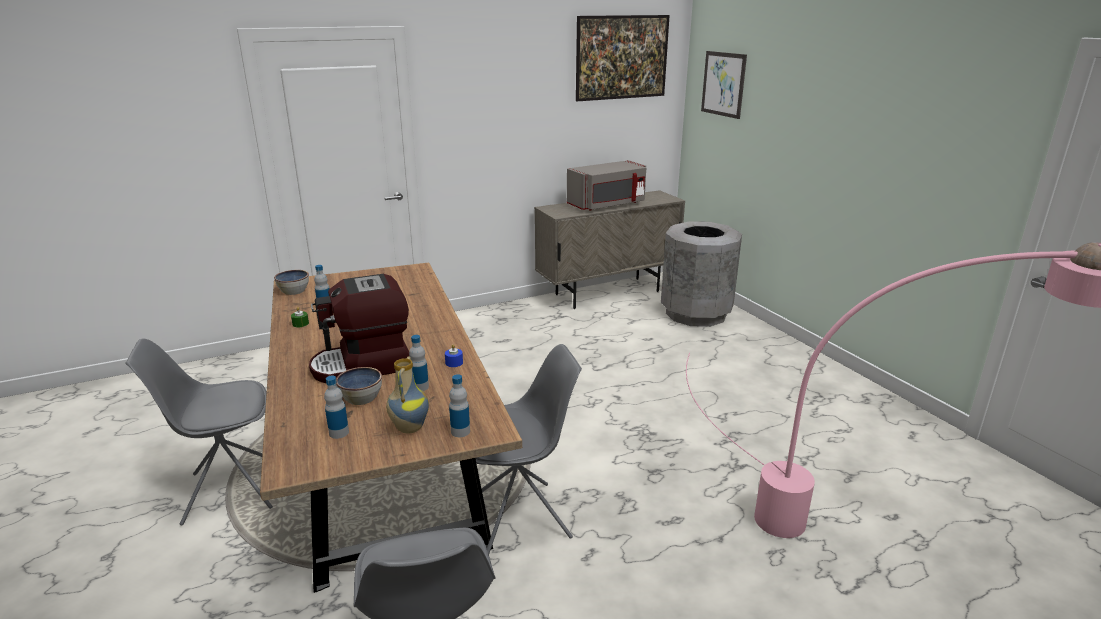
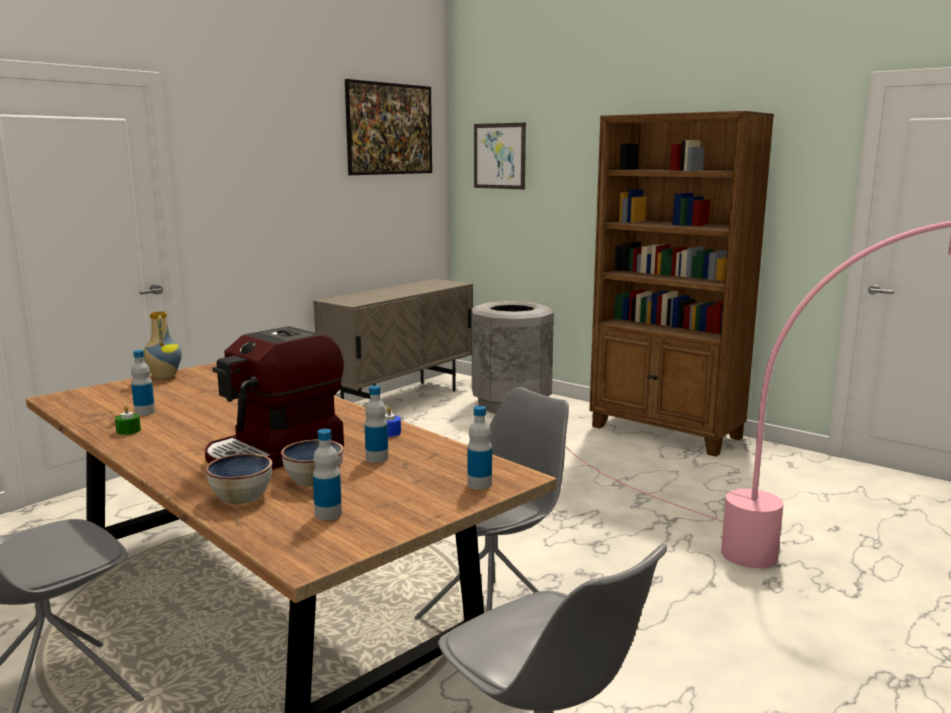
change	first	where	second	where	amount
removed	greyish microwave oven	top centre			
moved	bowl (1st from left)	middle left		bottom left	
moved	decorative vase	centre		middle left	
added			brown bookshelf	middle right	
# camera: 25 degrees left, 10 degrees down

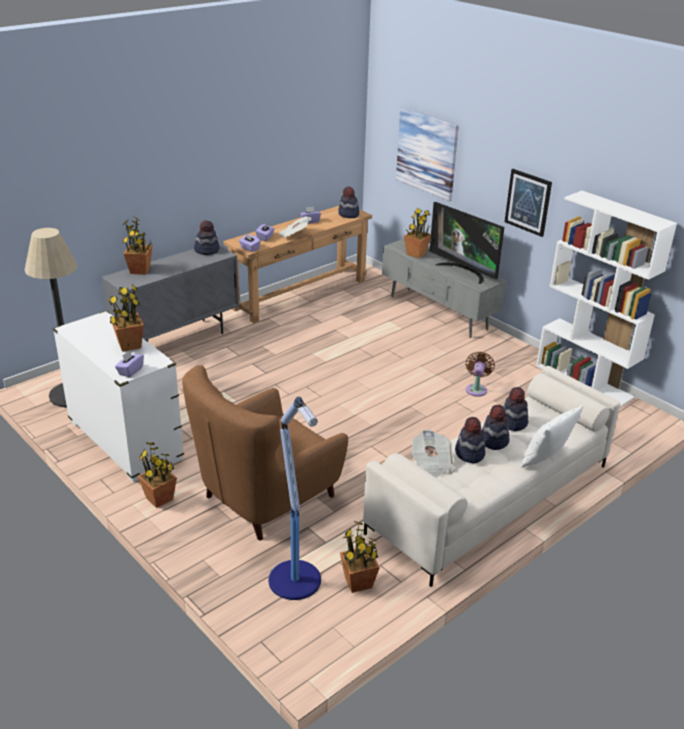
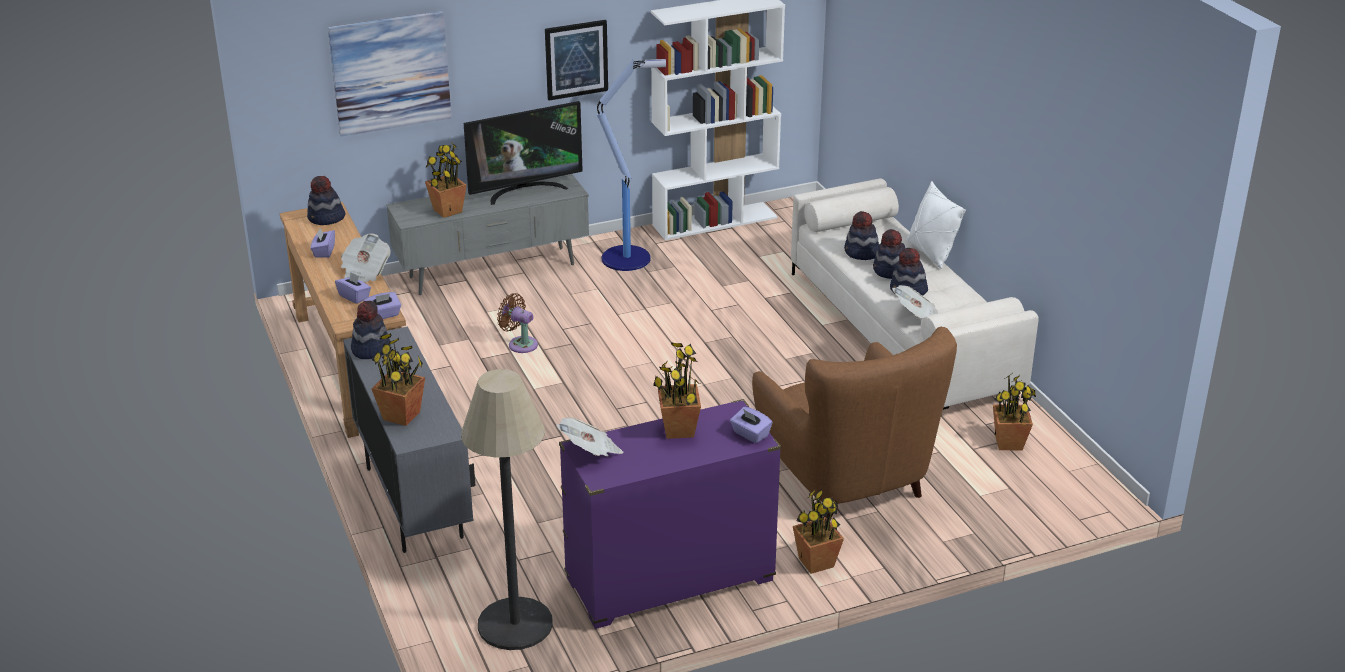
change	first	where	second	where	amount
recoloured	white drawer chest	middle left	purple drawer chest	bottom centre	
moved	brown cooling fan	middle right		centre	
moved	floor lamp (2nd from left)	bottom centre		top centre	
added			daily paper (2nd from left)	centre	
# camera: 70 degrees left, 0 degrees up

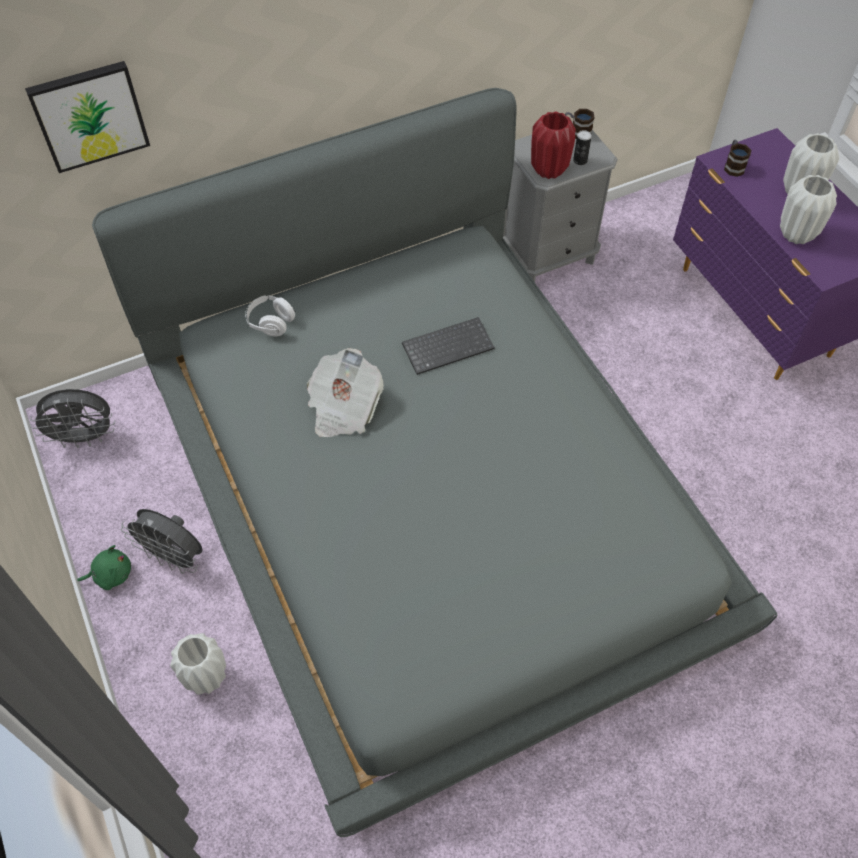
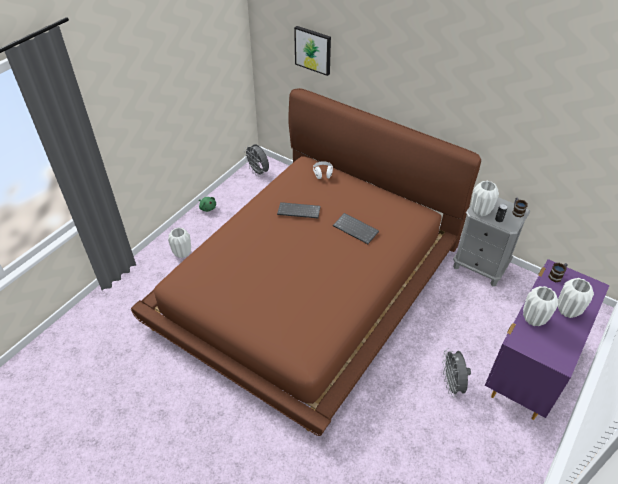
change	first	where	second	where	amount
recoloured	greyish bed	centre	brown bed	centre	
recoloured	red decorative vase	top centre	white decorative vase (2nd from left)	middle right	
replaced	daily paper	centre	computer keyboard (1st from left)	centre	
moved	greyish cooling fan (2nd from left)	middle left		bottom right	
# camera: 60 degrees right, 10 degrees down

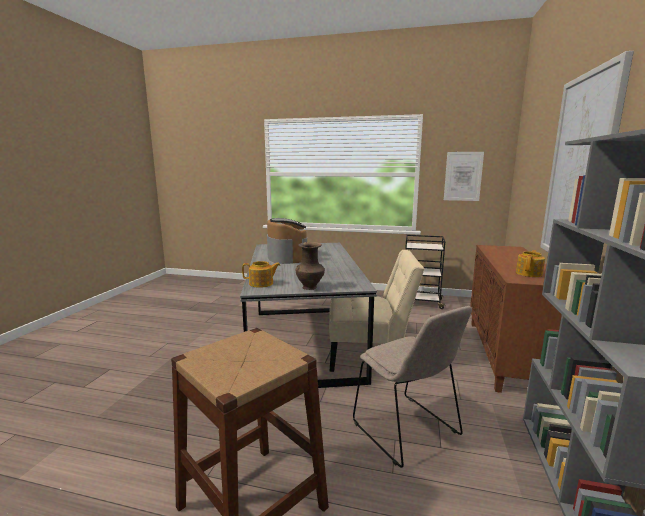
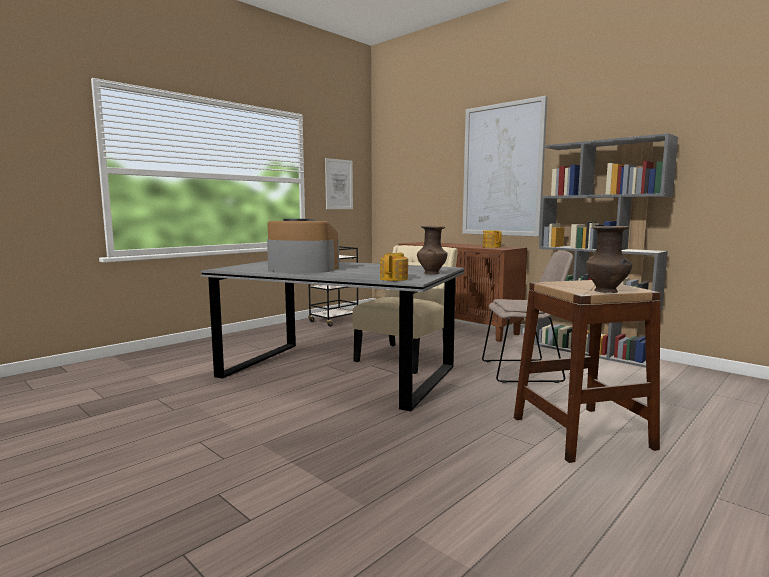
change	first	where	second	where	amount
added			brown decorative vase (2nd from left)	middle right	
# camera: 60 degrees left, 5 degrees down

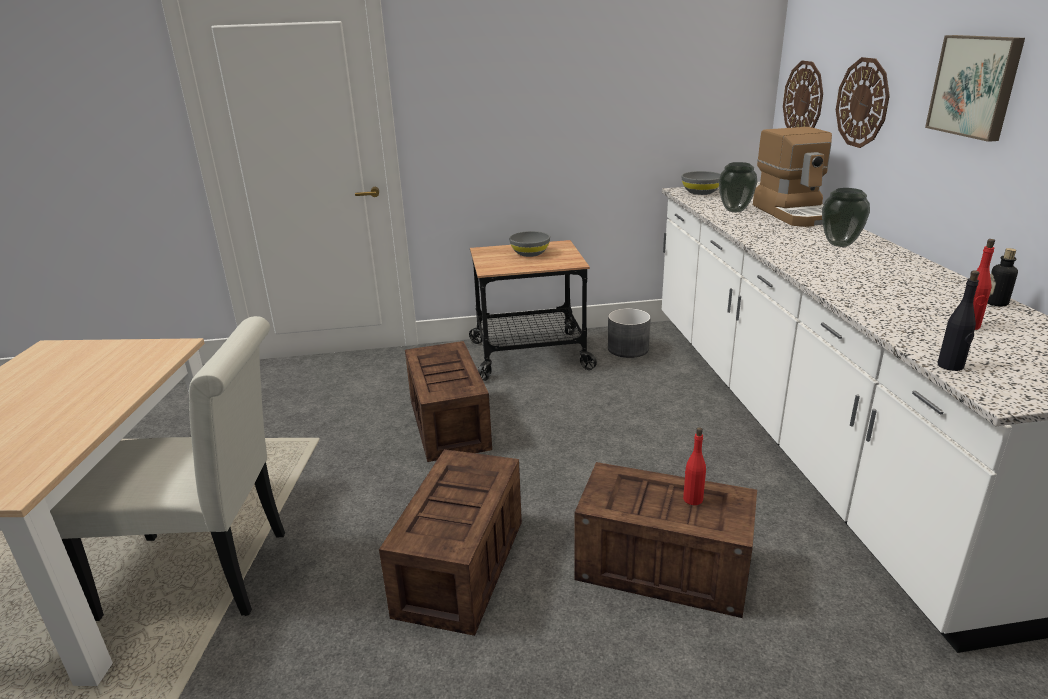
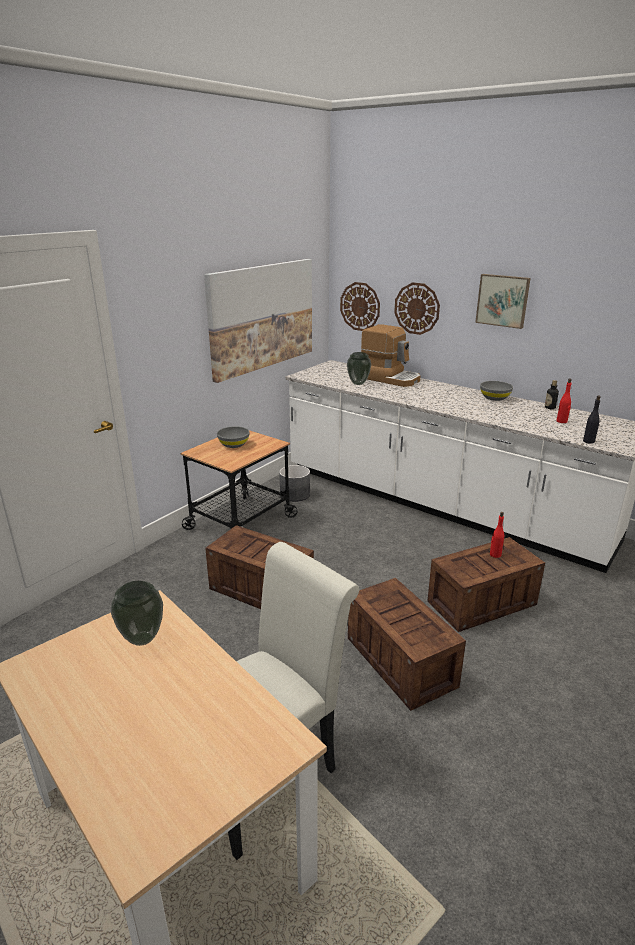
change	first	where	second	where	amount
moved	greyish bowl (2nd from left)	top right		middle right	
moved	decorative vase (2nd from left in the first image)	top right	decorative vase (1st from left)	middle left	
added			wall picture (1st from left)	centre	
# camera: 45 degrees left, 0 degrees up

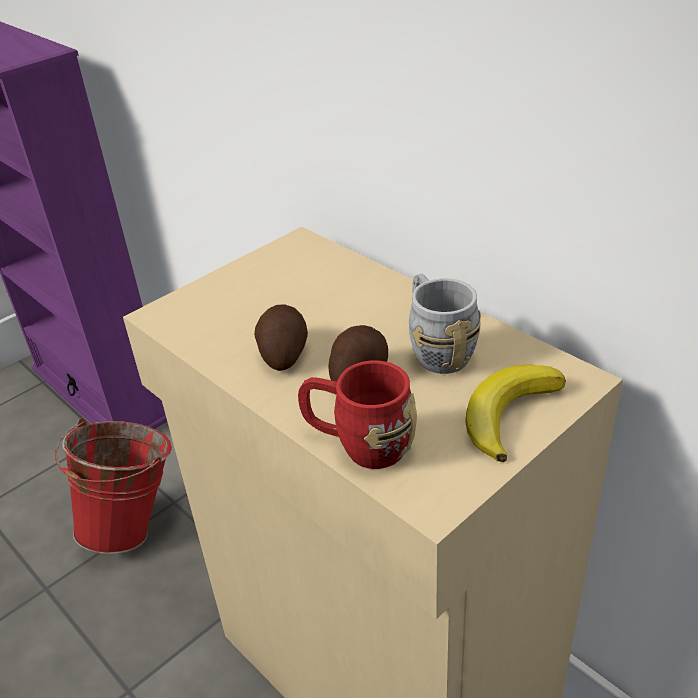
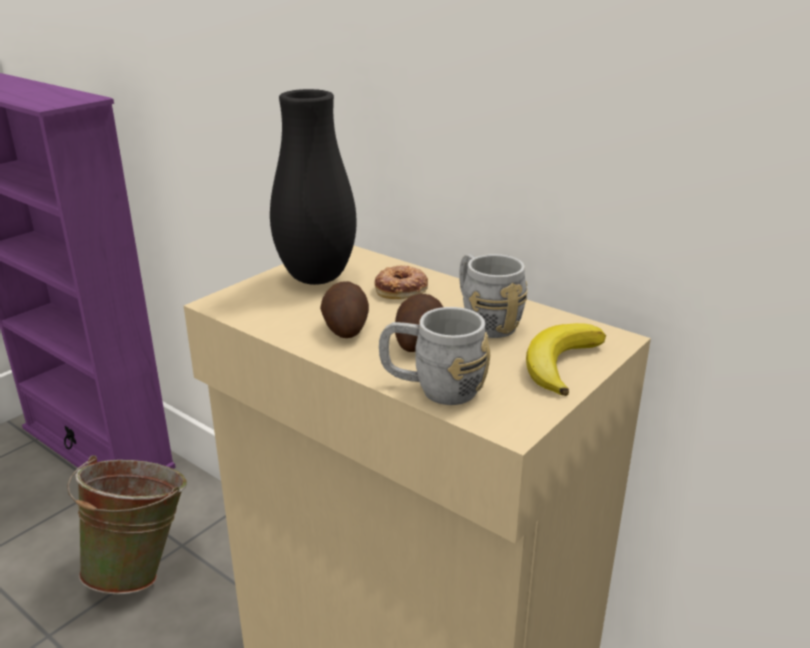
change	first	where	second	where	amount
recoloured	red mug	centre	greyish mug (1st from left)	centre	
recoloured	red water bucket	bottom left	green-coloured water bucket	bottom left	
added			blackish decorative vase	top centre	
added			doughnut	centre	
# camera: 10 degrees left, 10 degrees down

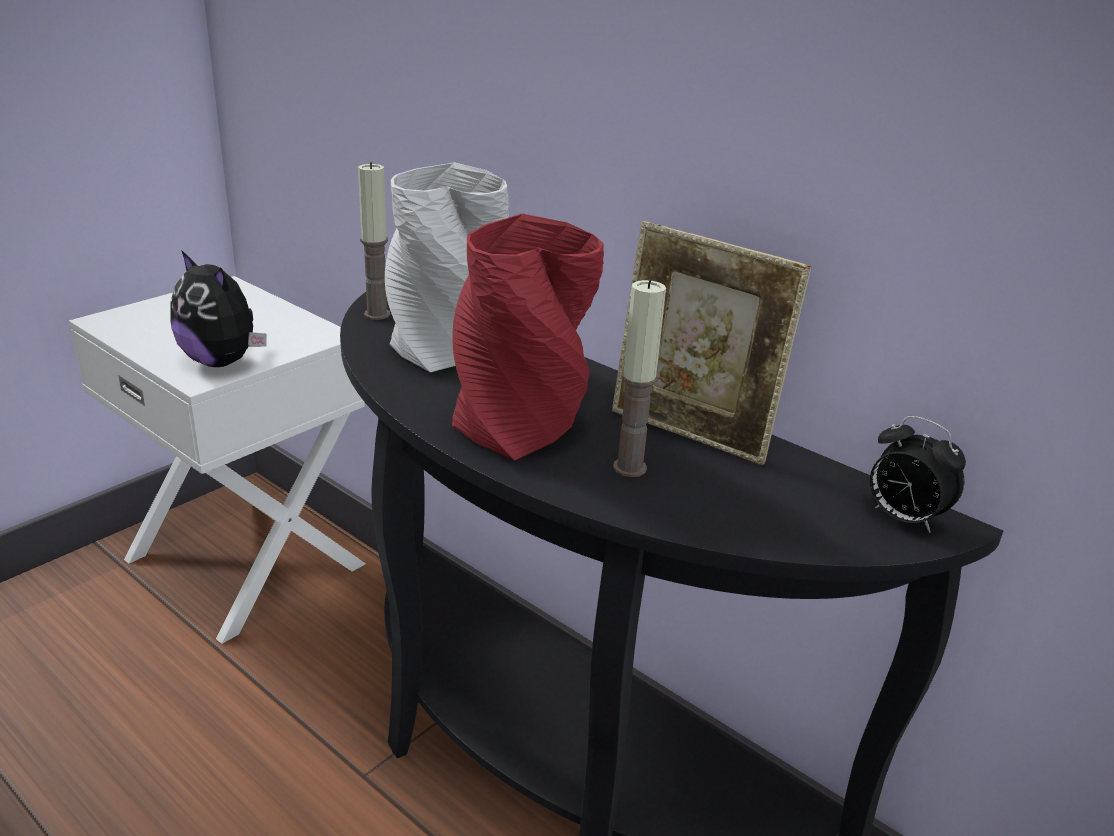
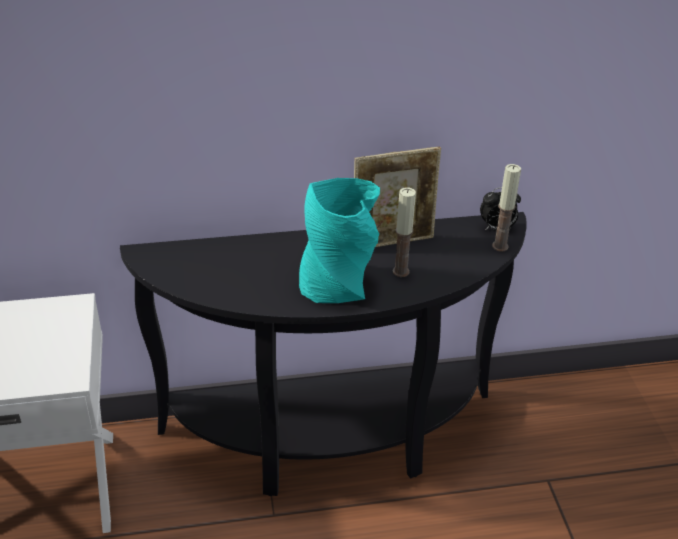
change	first	where	second	where	amount
moved	wax candle (1st from left in the first image)	top centre	wax candle (2nd from left)	middle right	
removed	greyish decorative vase	top centre			
recoloured	red decorative vase	centre	turquoise decorative vase	centre	
removed	cuddly toy	middle left			
# camera: 50 degrees left, 10 degrees up

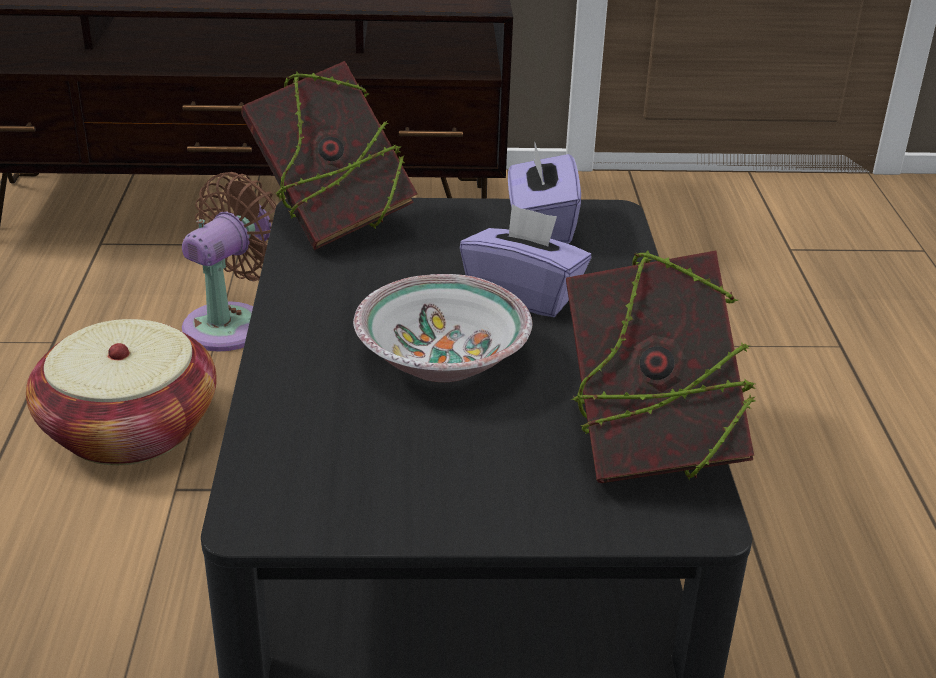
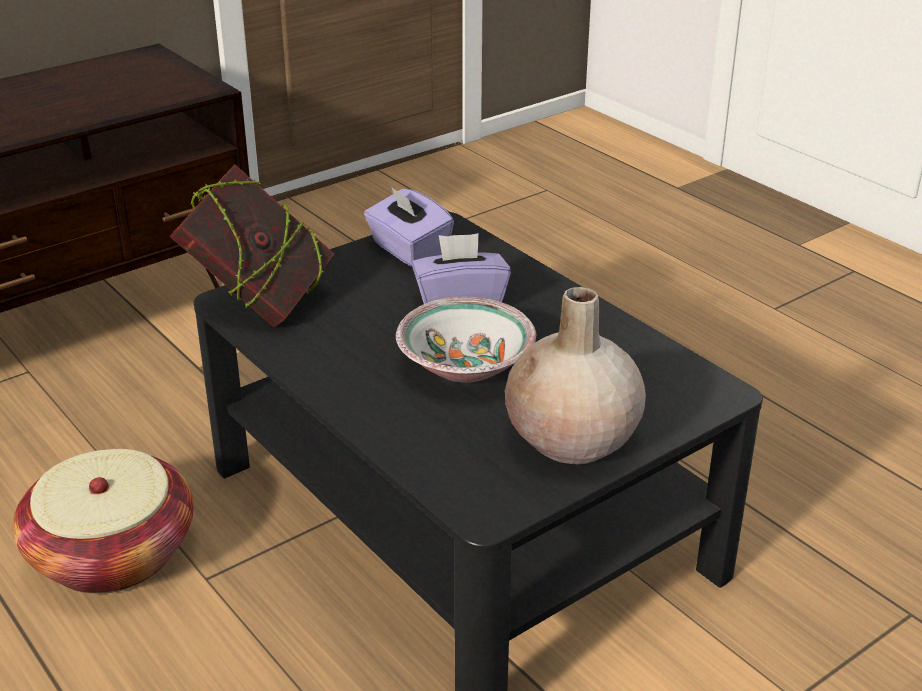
change	first	where	second	where	amount
removed	brown cooling fan	middle left			
removed	book (2nd from left)	middle right			
added			beige decorative vase	centre	
# camera: 35 degrees left, 0 degrees up

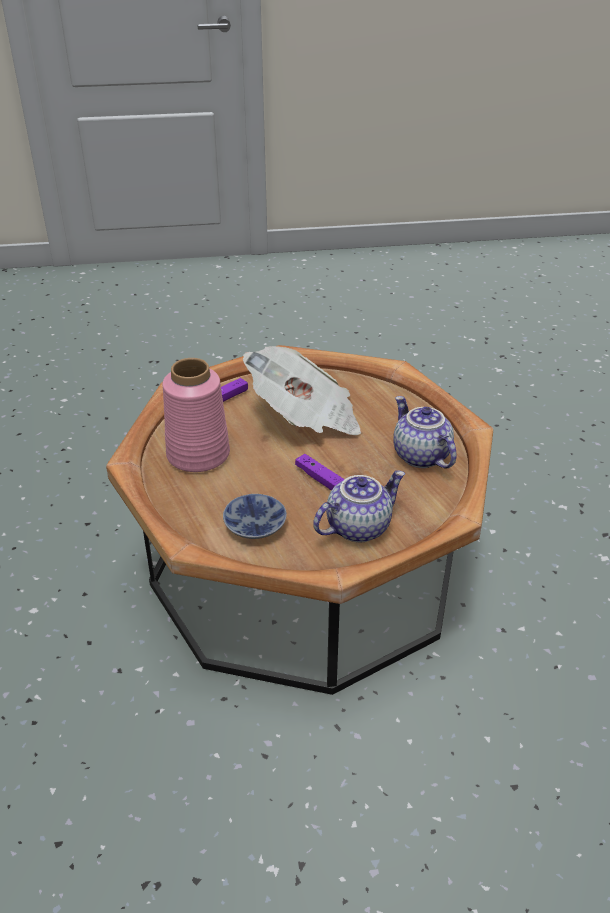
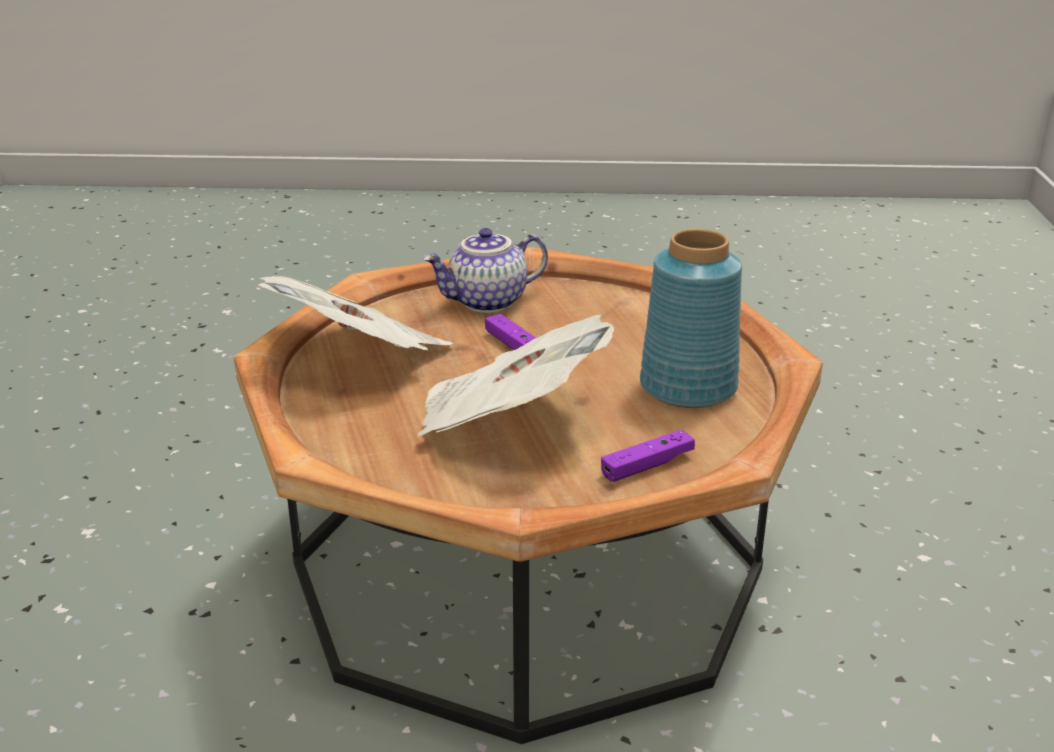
change	first	where	second	where	amount
recoloured	pinkish decorative vase	middle left	blue-coloured decorative vase	centre	
replaced	tea pot (2nd from left)	middle right	daily paper (1st from left)	centre	
removed	bowl	centre			
# camera: 170 degrees left, 10 degrees down

